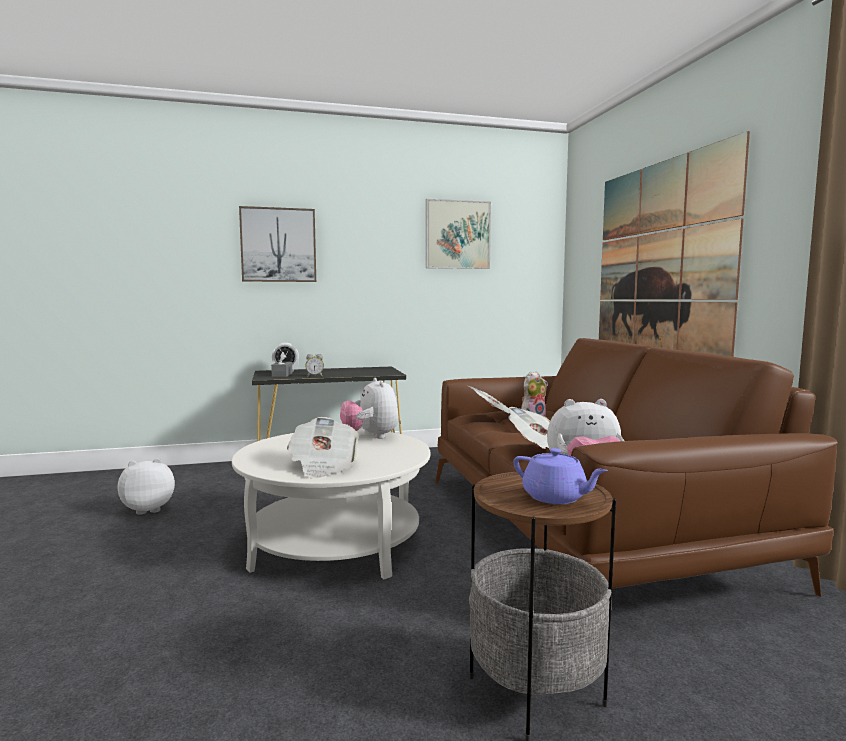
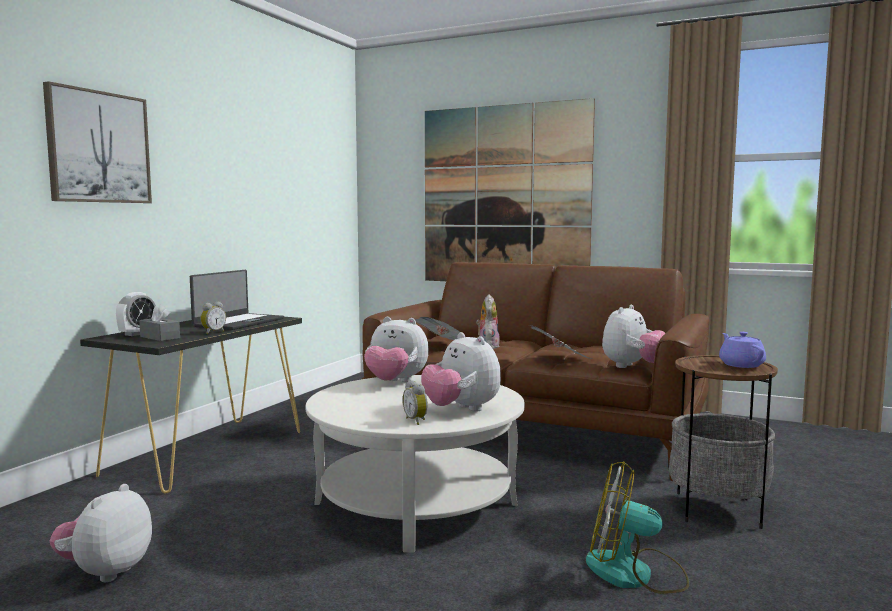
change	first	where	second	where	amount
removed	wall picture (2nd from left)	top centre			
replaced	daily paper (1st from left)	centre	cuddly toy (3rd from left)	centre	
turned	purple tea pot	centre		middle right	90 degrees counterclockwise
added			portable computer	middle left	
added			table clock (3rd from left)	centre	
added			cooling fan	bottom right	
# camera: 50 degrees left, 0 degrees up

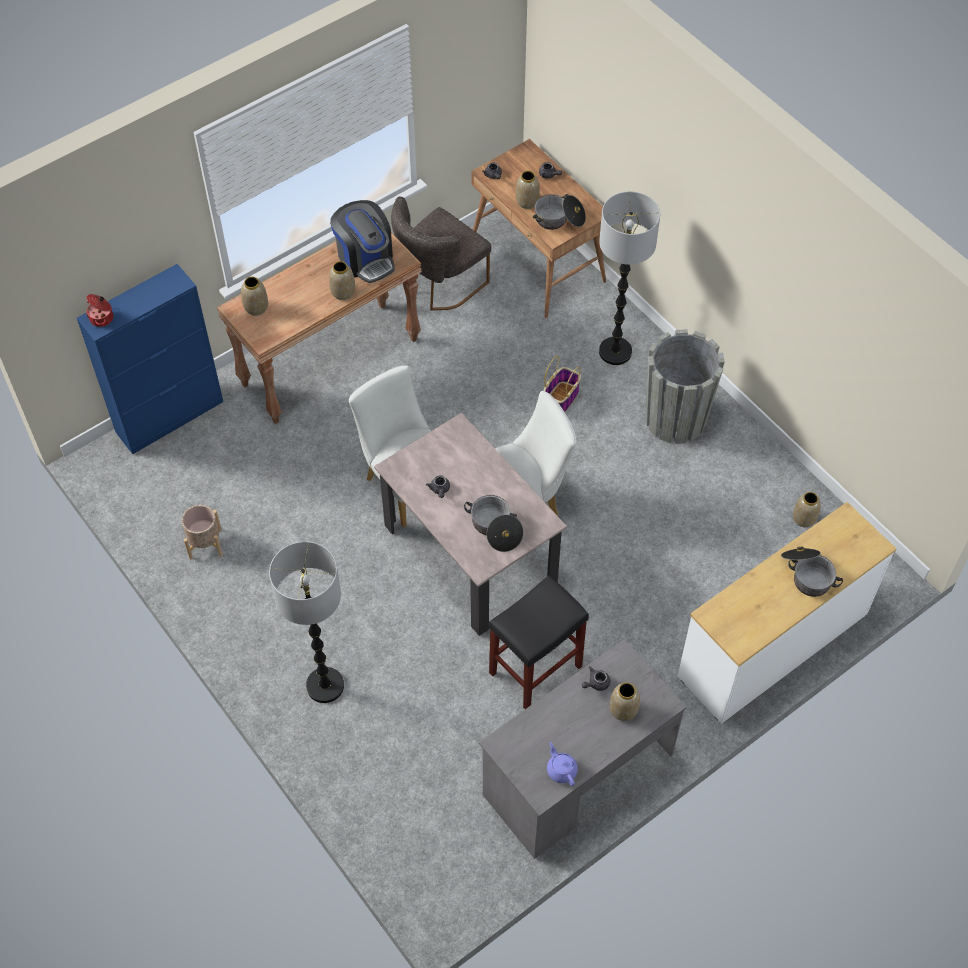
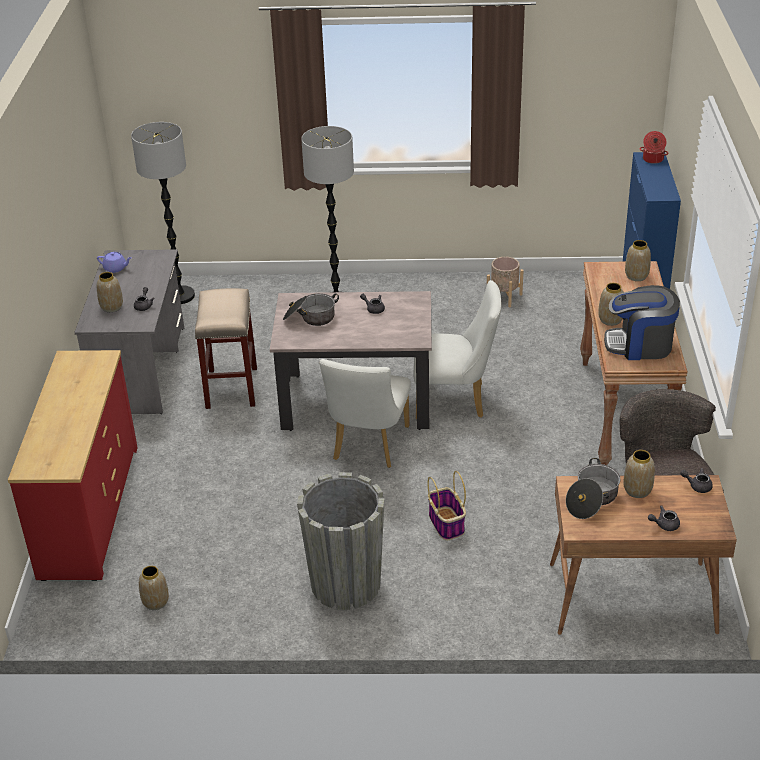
change	first	where	second	where	amount
moved	floor lamp (2nd from left in the first image)	top centre	floor lamp (1st from left)	top left	
recoloured	white drawer chest	middle right	red drawer chest	middle left	
removed	cooking pot (4th from left)	middle right			
recoloured	blackish stool	centre	beige stool	middle left	
# camera: 130 degrees right, 20 degrees down

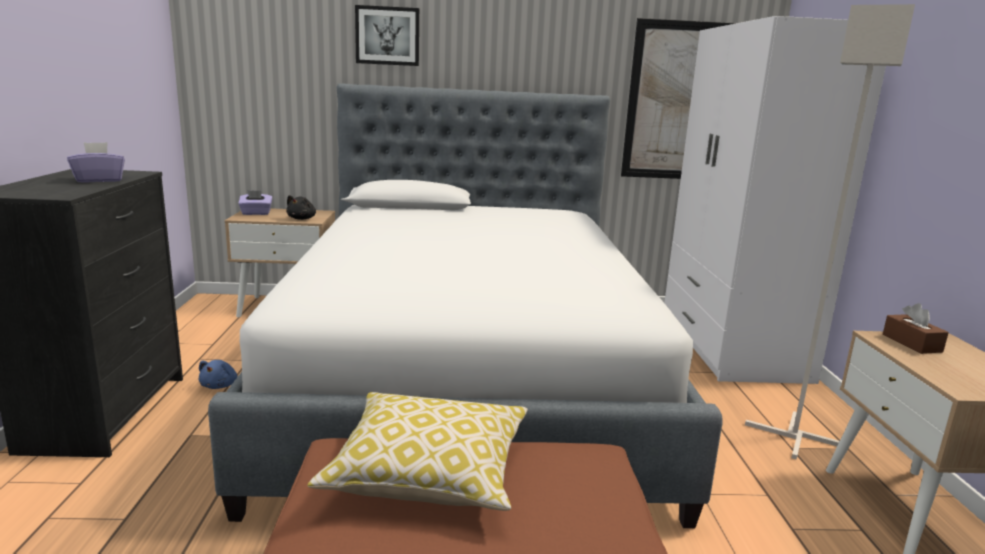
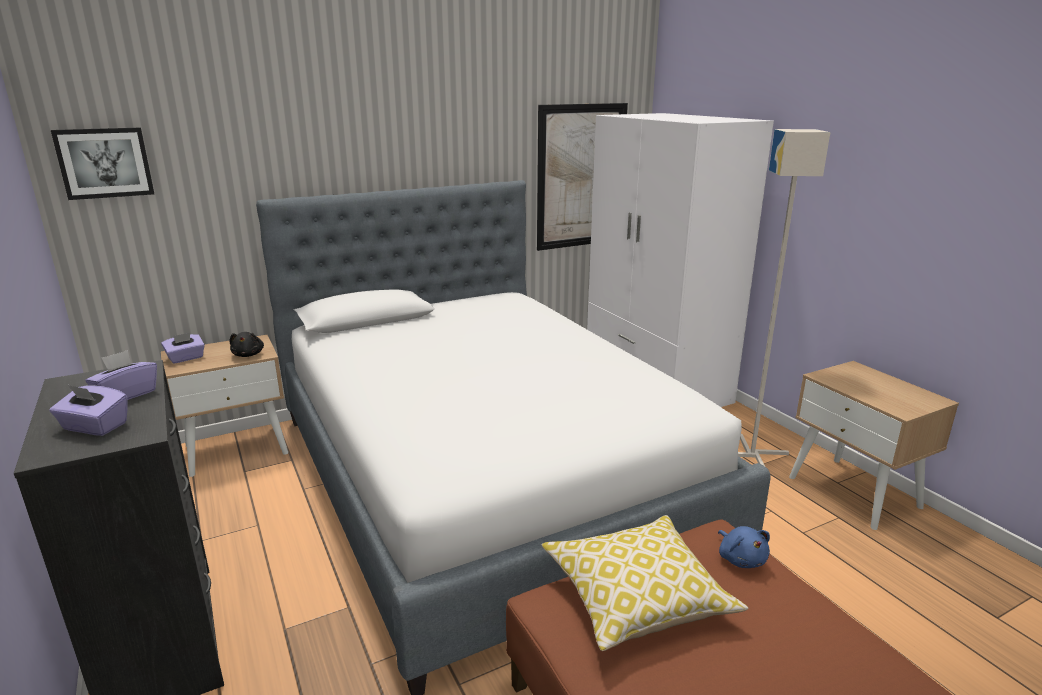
change	first	where	second	where	amount
moved	wall picture (1st from left)	top centre		top left	
removed	brown box of tissues	middle right			
moved	blue-coloured cuddly toy	bottom left		bottom right	
added			purple box of tissues (1st from left)	middle left	
# camera: 25 degrees left, 5 degrees up

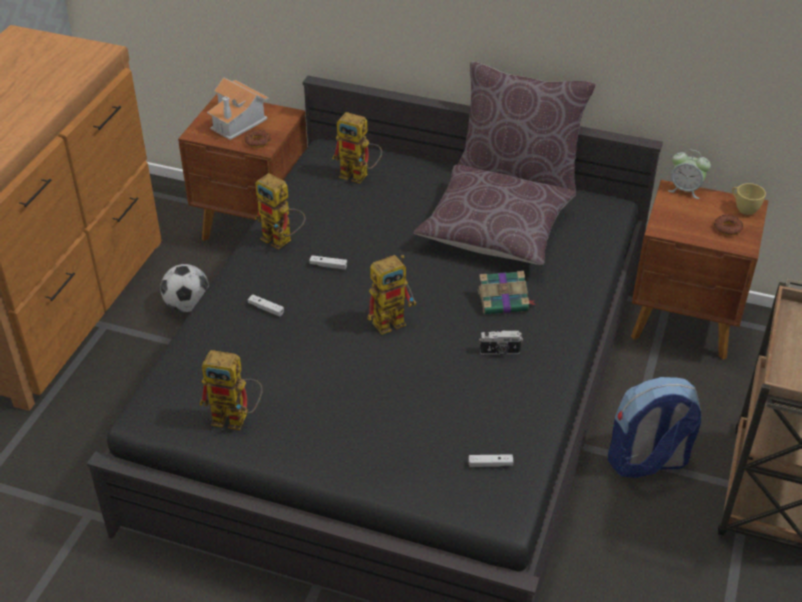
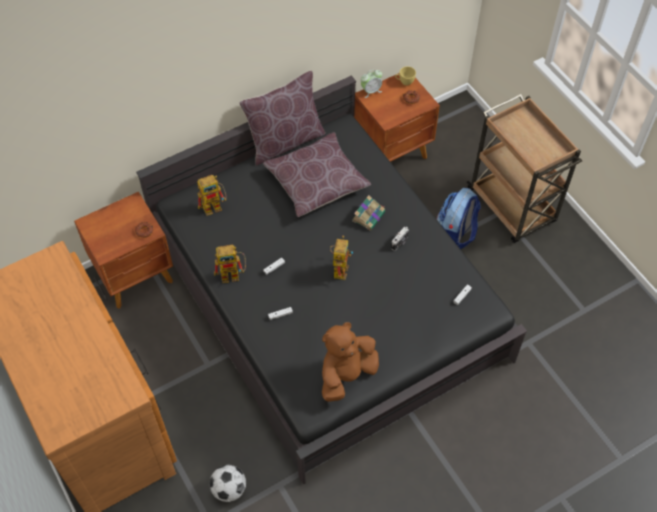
change	first	where	second	where	amount
removed	miniature house	top left			
moved	football	middle left		bottom centre	
replaced	robot figure (1st from left)	middle left	brown cuddly toy	bottom centre	
# camera: 50 degrees left, 15 degrees up

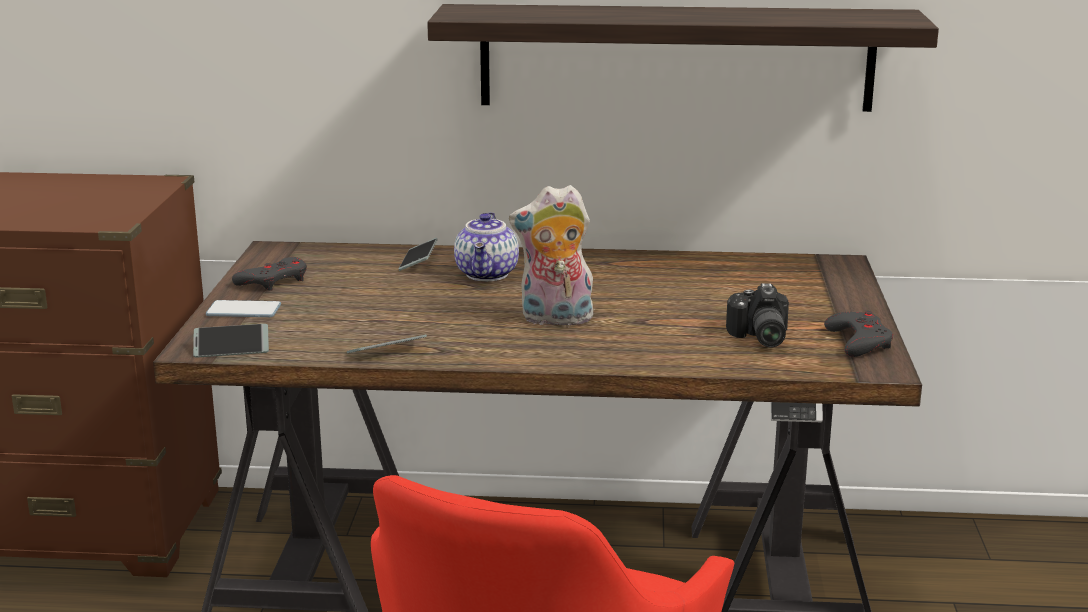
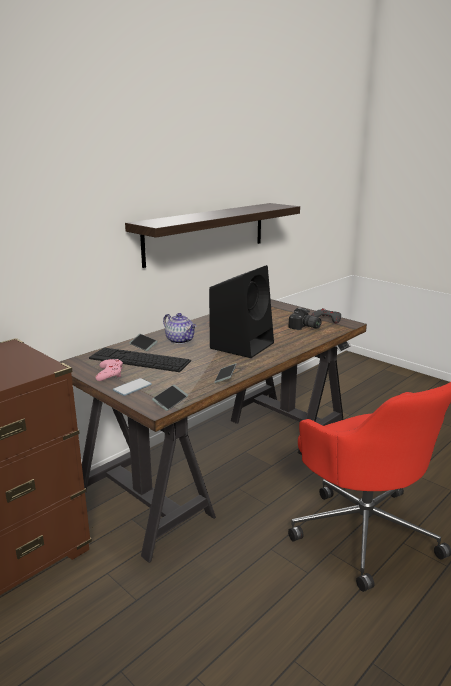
change	first	where	second	where	amount
replaced	cuddly toy	centre	blackish speaker	centre	
recoloured	greyish joypad (1st from left)	middle left	pinkish joypad	middle left	
added			computer keyboard	middle left	
# camera: 50 degrees left, 0 degrees up

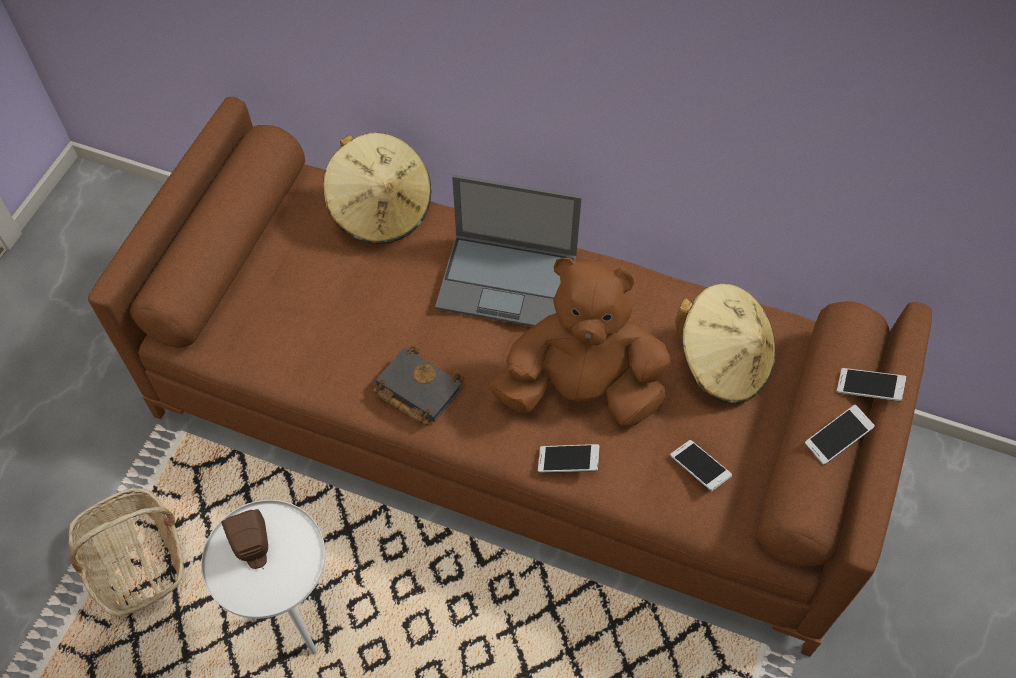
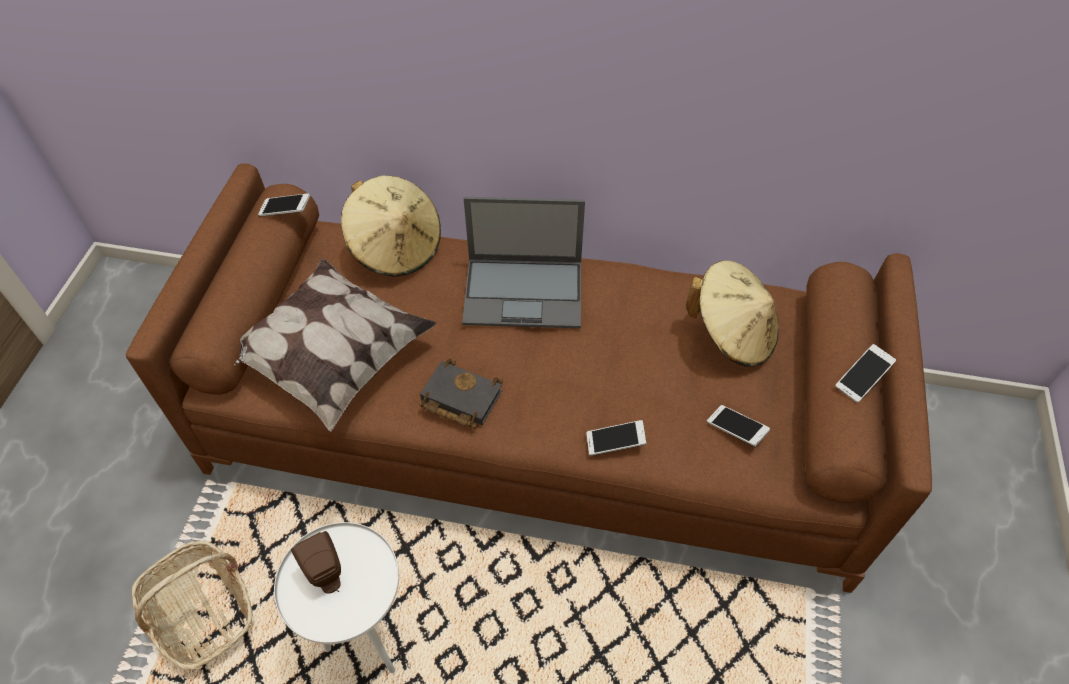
change	first	where	second	where	amount
removed	brown cuddly toy	centre			
moved	telephone (4th from left in the first image)	middle right	telephone (1st from left)	top left	
added			throw pillow	middle left	
# camera: 10 degrees left, 5 degrees down

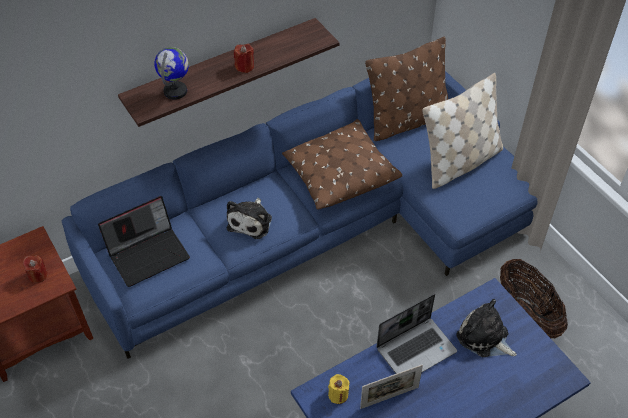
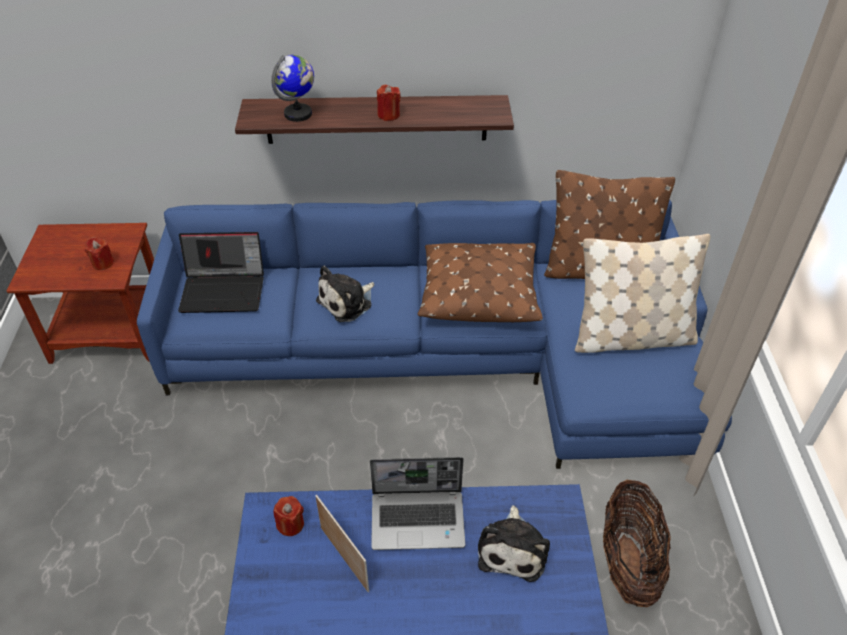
change	first	where	second	where	amount
turned	cuddly toy (2nd from left)	bottom right		bottom centre	150 degrees counterclockwise
turned	picture frame	bottom centre		bottom centre	135 degrees counterclockwise
recoloured	yellow-coloured wax candle	bottom centre	red wax candle (2nd from left)	bottom centre	
# camera: 30 degrees right, 5 degrees down

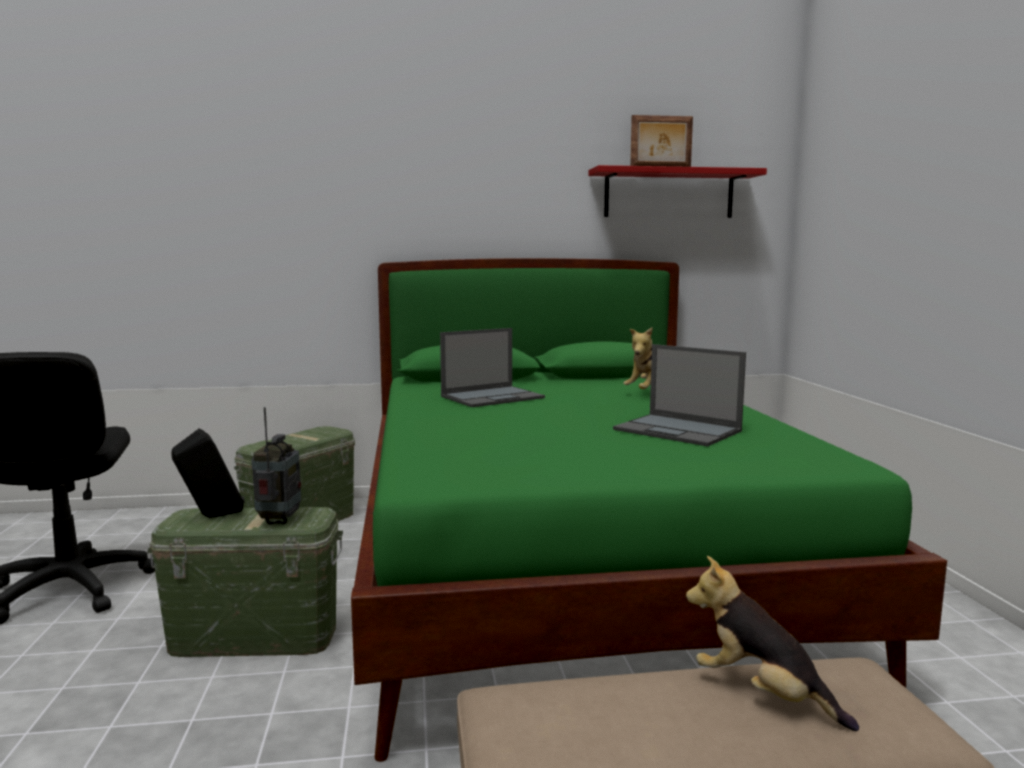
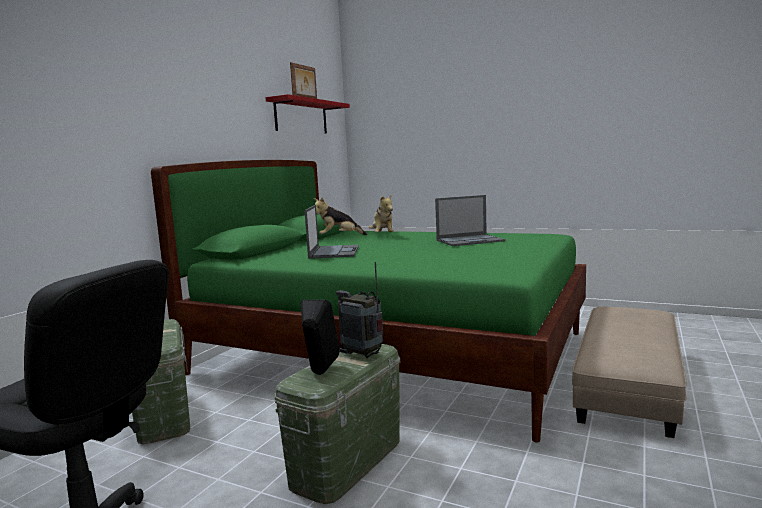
change	first	where	second	where	amount
moved	cuddly toy (2nd from left in the first image)	bottom right	cuddly toy (1st from left)	centre	
# camera: 55 degrees left, 0 degrees up

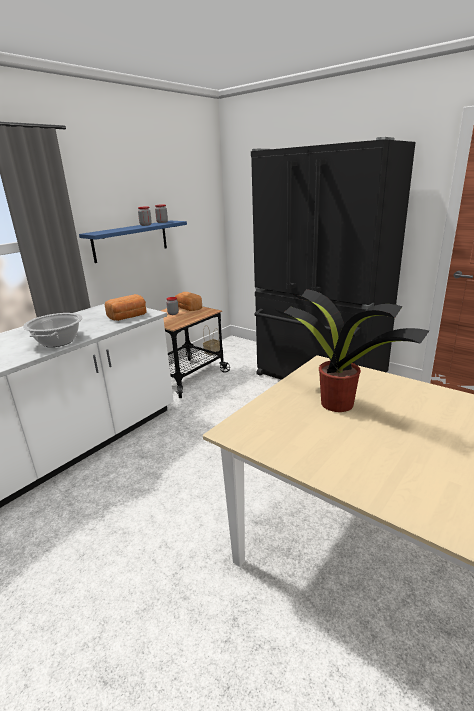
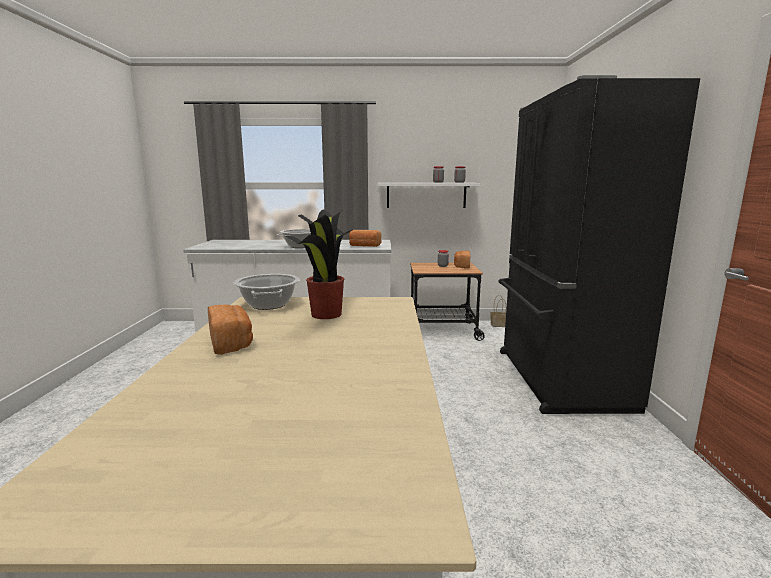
change	first	where	second	where	amount
recoloured	blue-coloured shelf	middle left	white shelf	centre	
added			cooking pot (1st from left)	centre	
added			bakery bread (1st from left)	middle left	
# camera: 50 degrees right, 10 degrees down

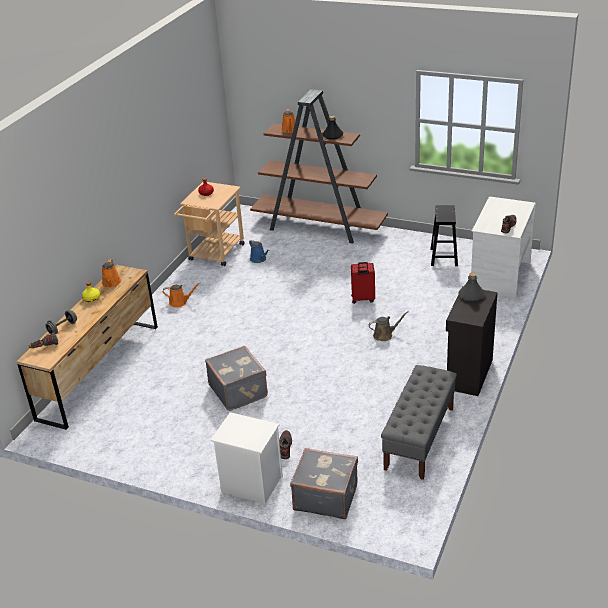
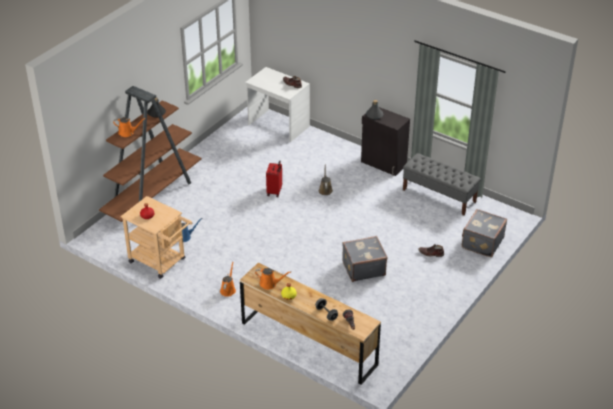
change	first	where	second	where	amount
removed	blackish stool	middle right			
removed	white nightstand	bottom centre			
# camera: 80 degrees left, 5 degrees up

